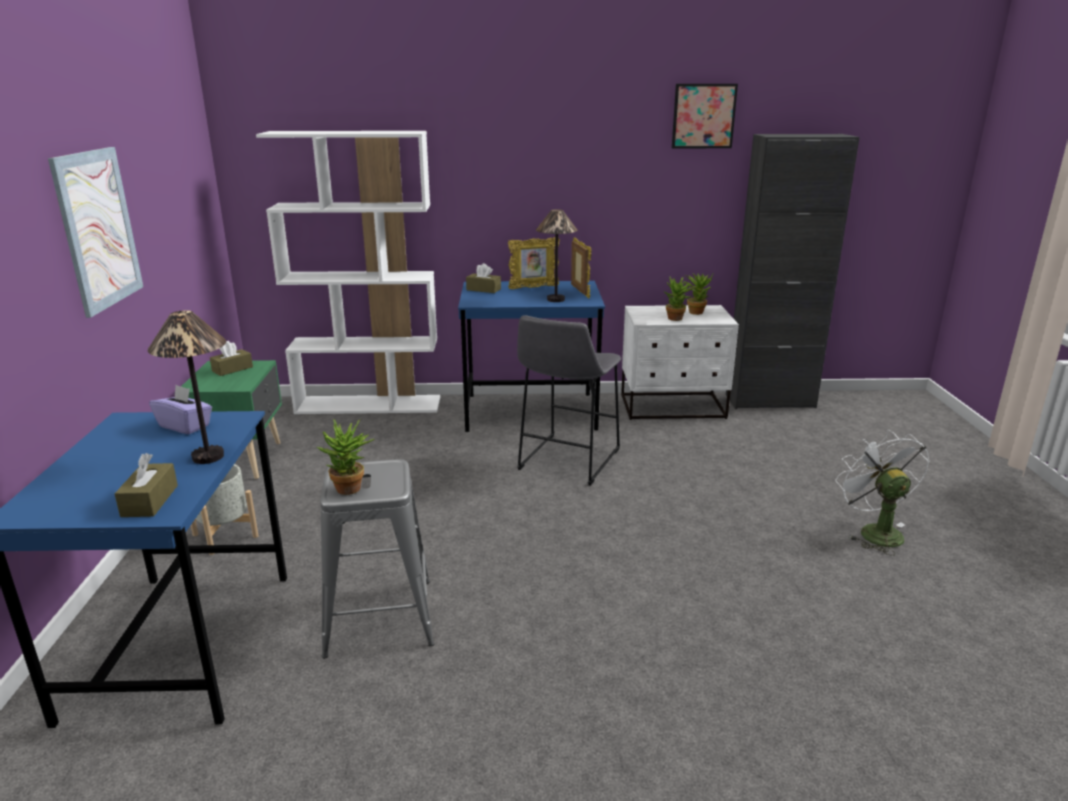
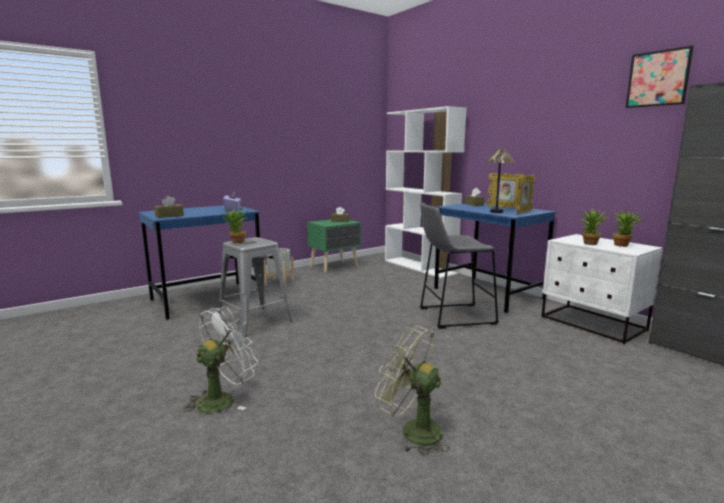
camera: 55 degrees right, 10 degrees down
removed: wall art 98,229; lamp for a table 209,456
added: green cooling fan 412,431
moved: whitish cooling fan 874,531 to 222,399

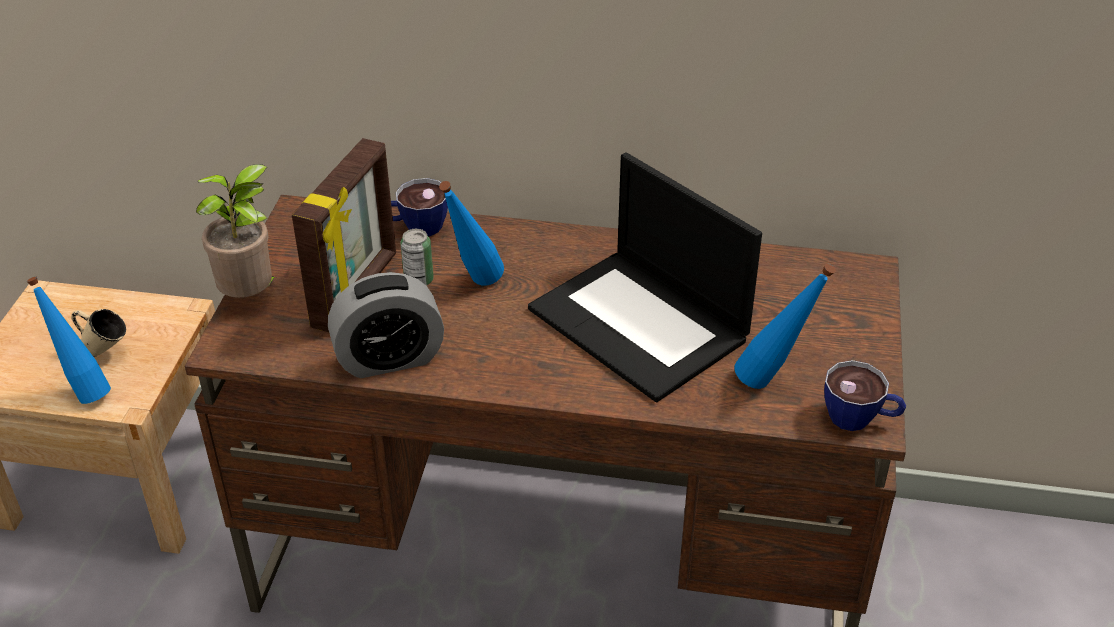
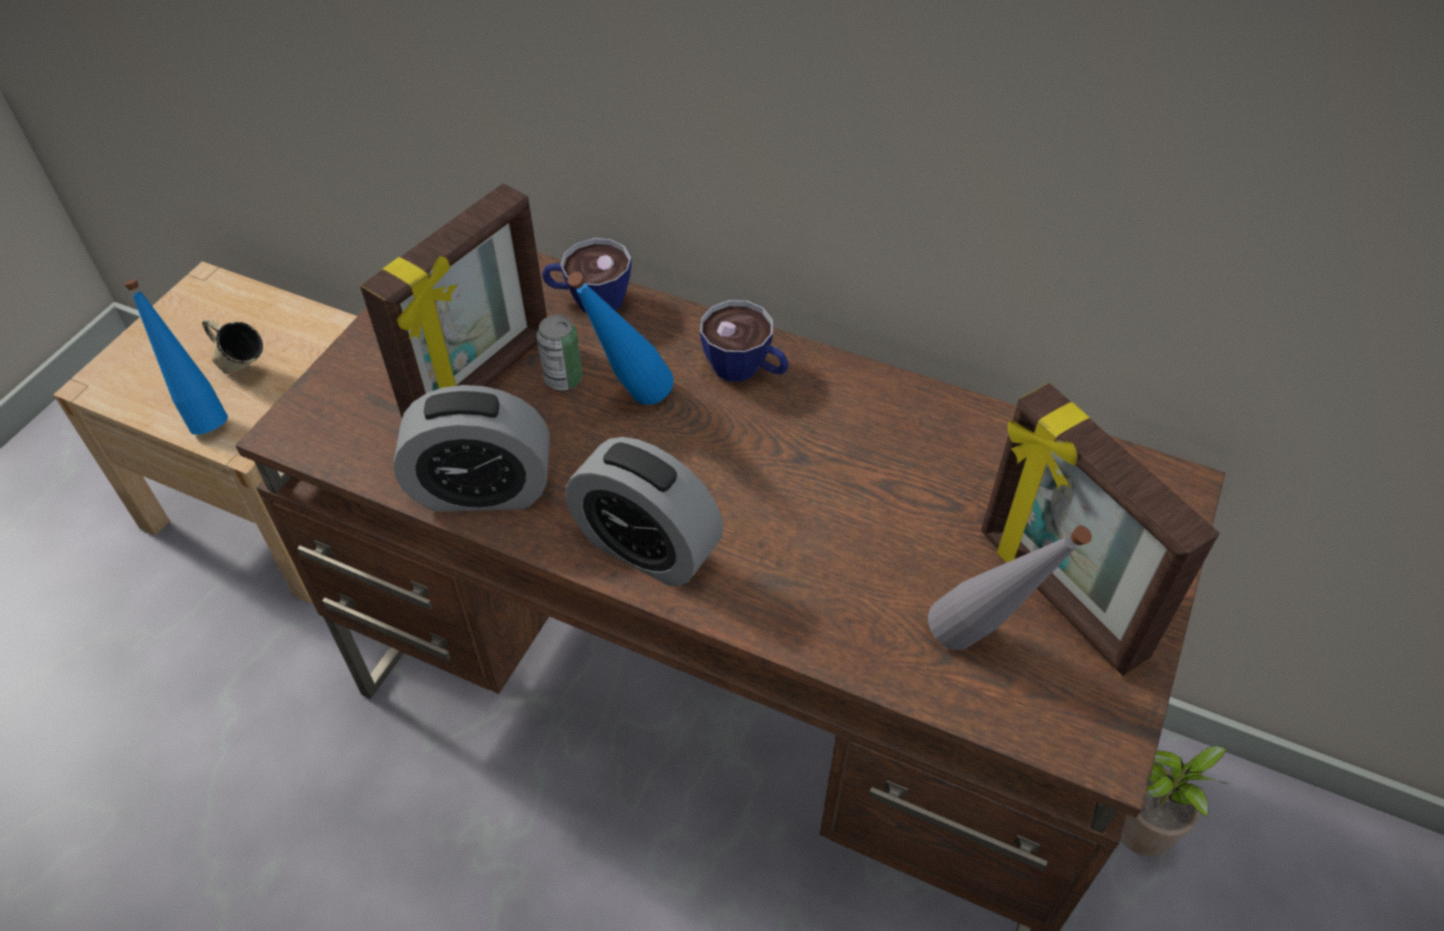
camera: 15 degrees right, 10 degrees up
removed: portable computer 641,324
added: table clock 646,547; standing frame 1058,595
moved: plant in a pot 252,297 to 1141,836; cup 860,419 to 746,370
recoloured: blue drink bottle 773,382 to gray drink bottle 981,643

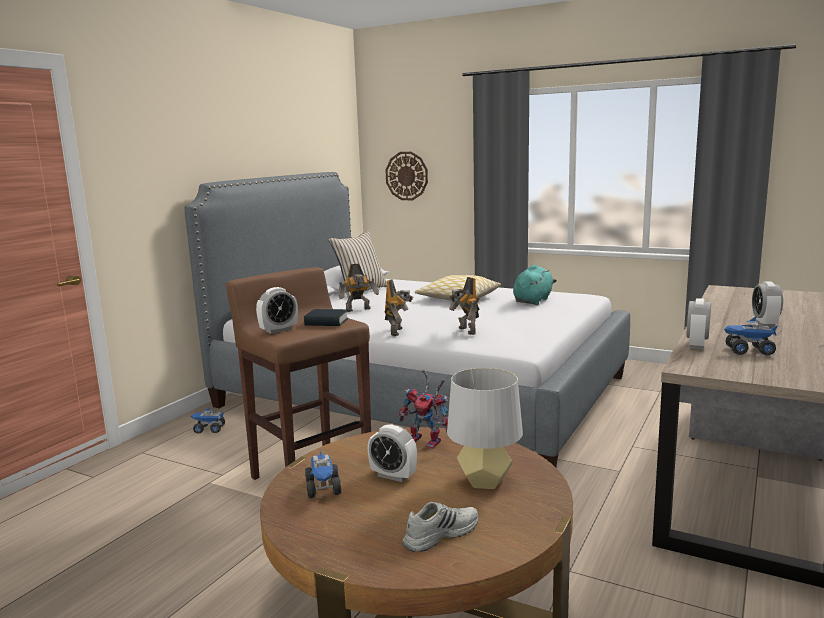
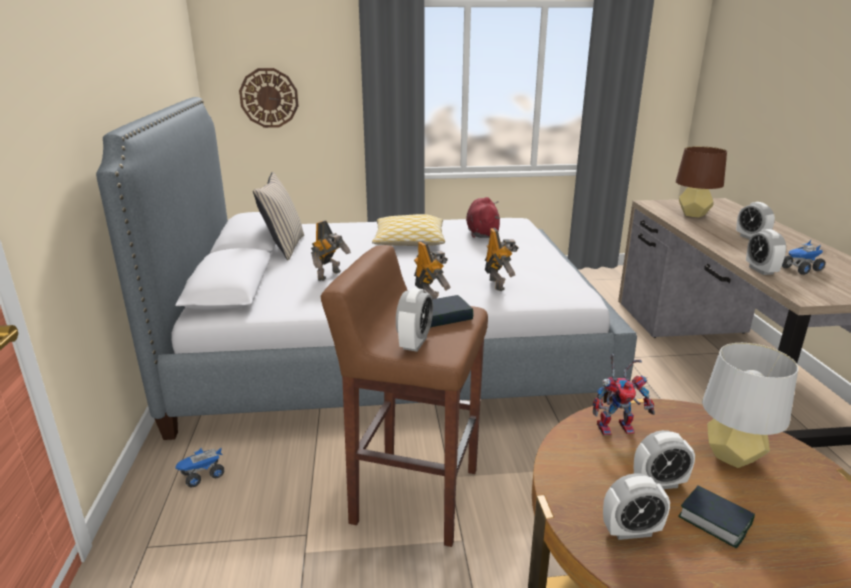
camera: 35 degrees left, 10 degrees up
removed: whitish item of footwear 440,534
added: brown-coloured lamp for a table 693,214; book 714,520
replaced: toy truck 324,489 to table clock 631,531
recoloured: turquoise-coloured cuddly toy 533,301 to red-coloured cuddly toy 482,233
turned: robot figure 465,331 = 498,284 135 degrees counterclockwise

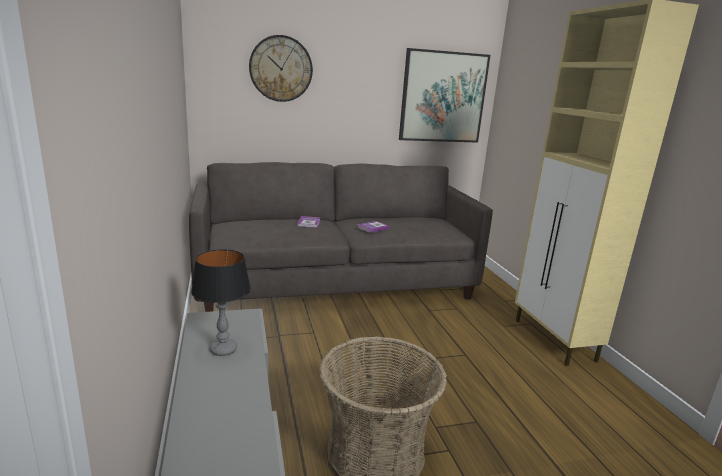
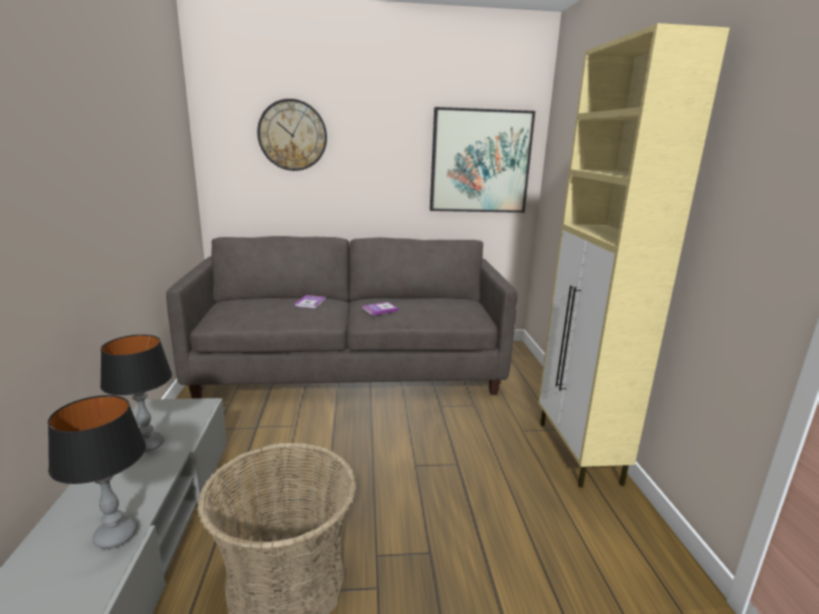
camera: 10 degrees right, 0 degrees up
added: lamp for a table 115,536

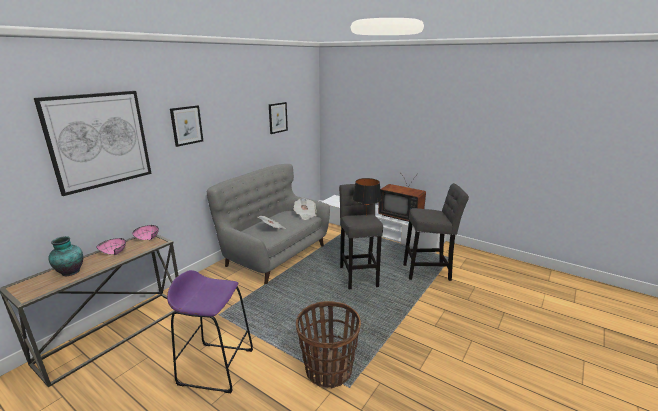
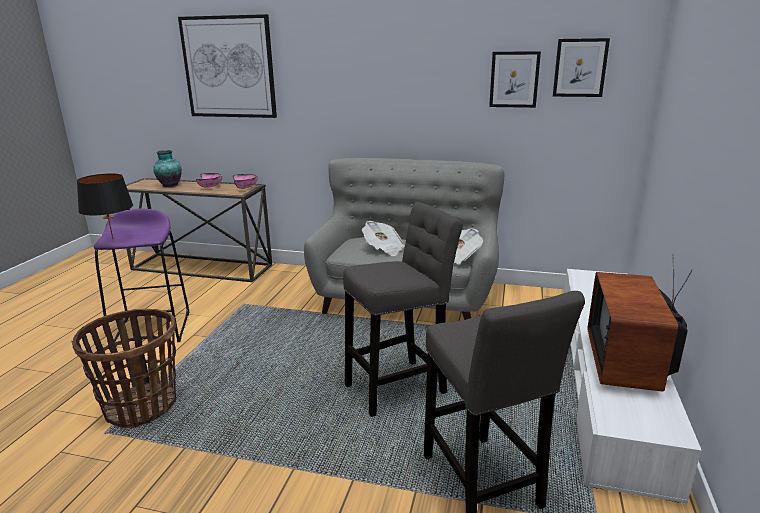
camera: 70 degrees right, 0 degrees up
moved: wall art 186,125 to 580,68; black-coloured lamp for a table 366,216 to 112,238

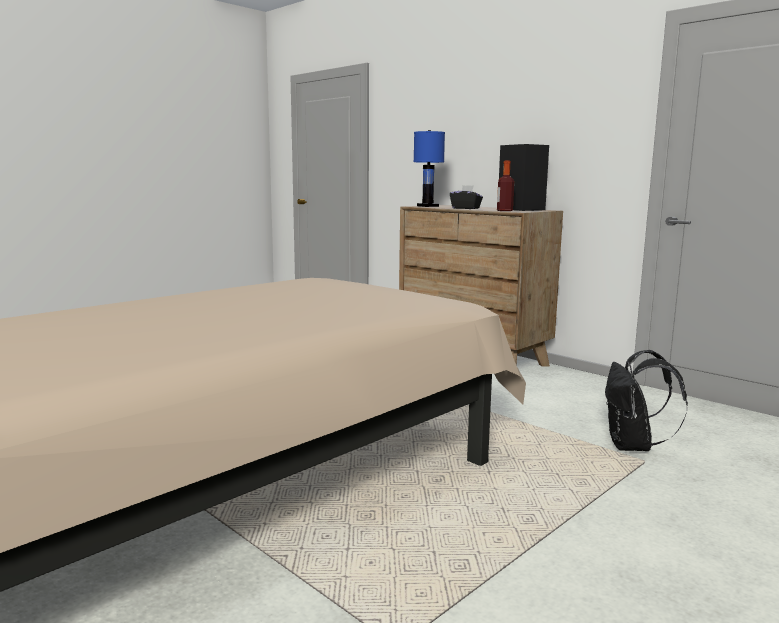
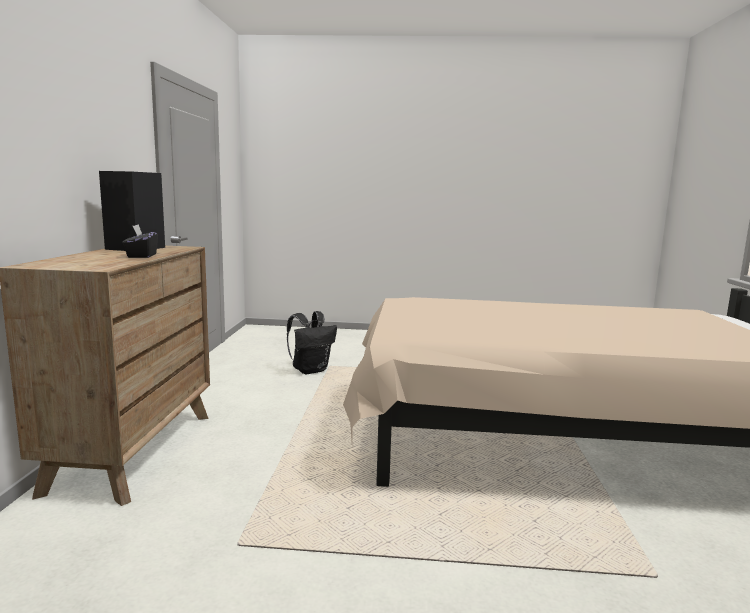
camera: 130 degrees left, 0 degrees up
removed: blue lamp for a table 427,206; drink bottle 504,211

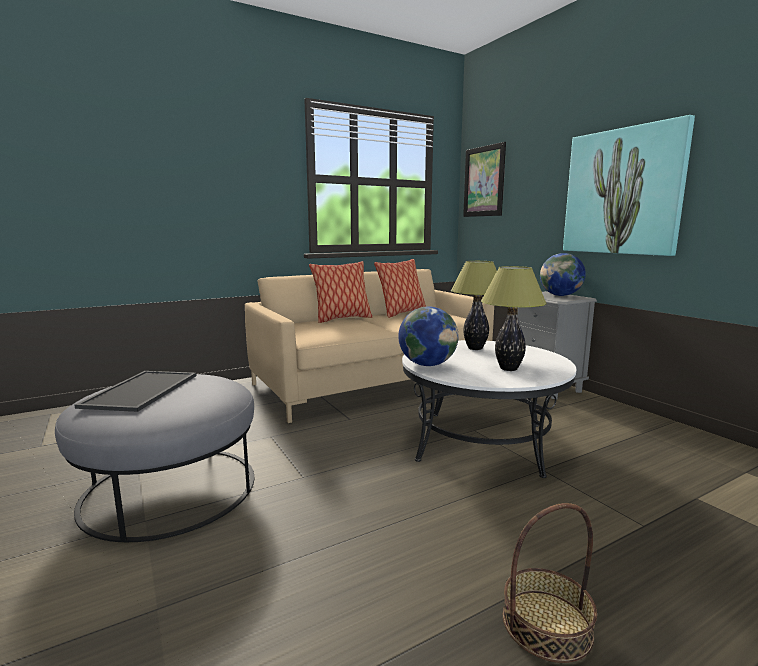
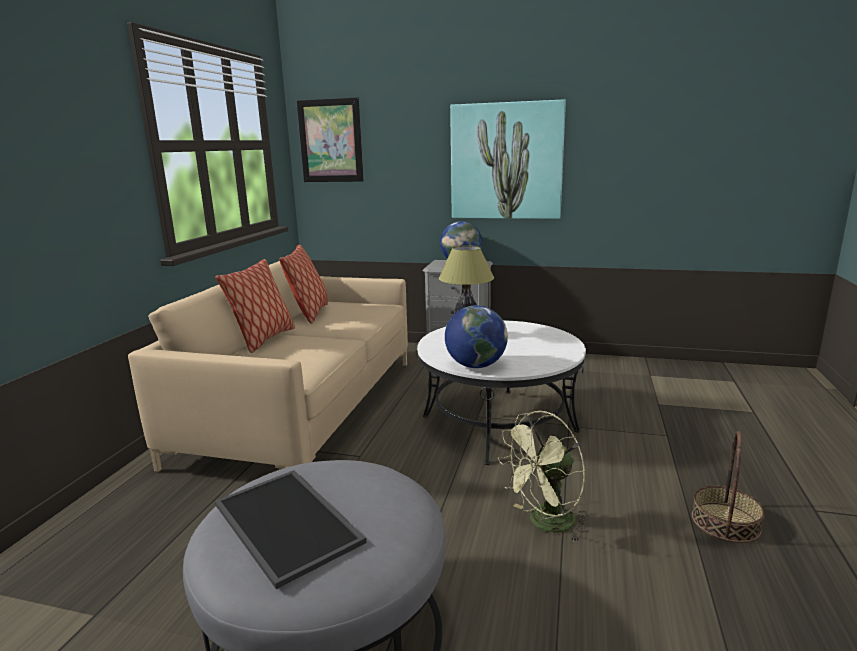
camera: 45 degrees left, 5 degrees up
removed: lamp for a table 508,369
added: green cooling fan 545,524

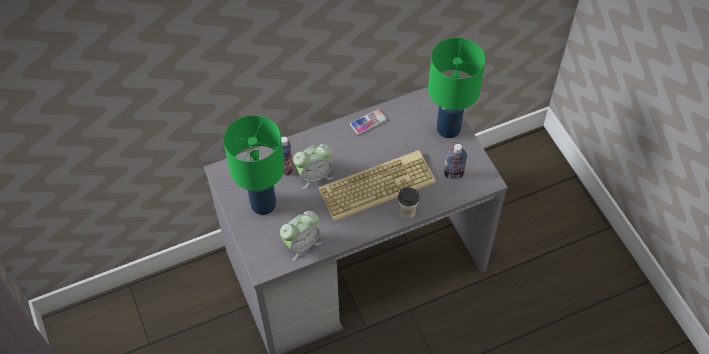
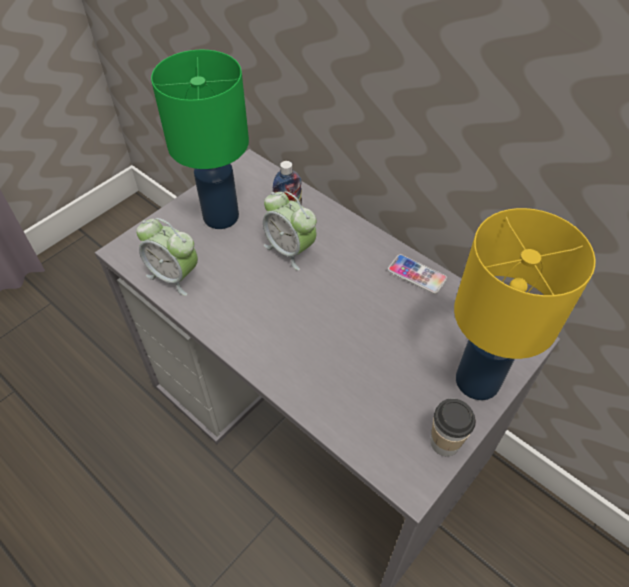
camera: 65 degrees right, 5 degrees down
removed: PC keyboard 377,184; drink bottle 453,174
moved: cup 407,212 to 444,442
recoloured: green lamp for a table 448,128 to yellow lamp for a table 478,379

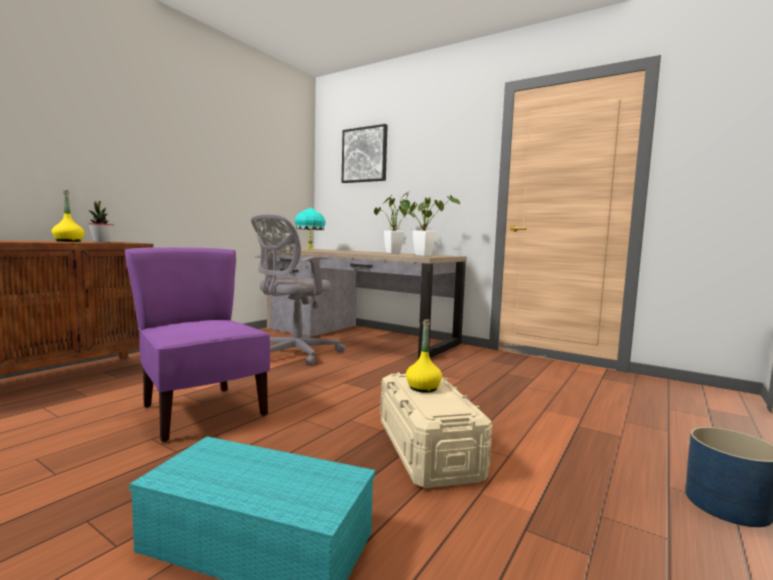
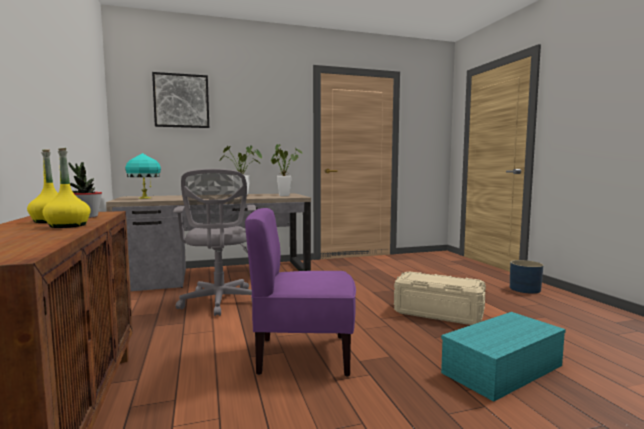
camera: 50 degrees left, 0 degrees up
moved: yellow drink bottle 423,388 to 68,226

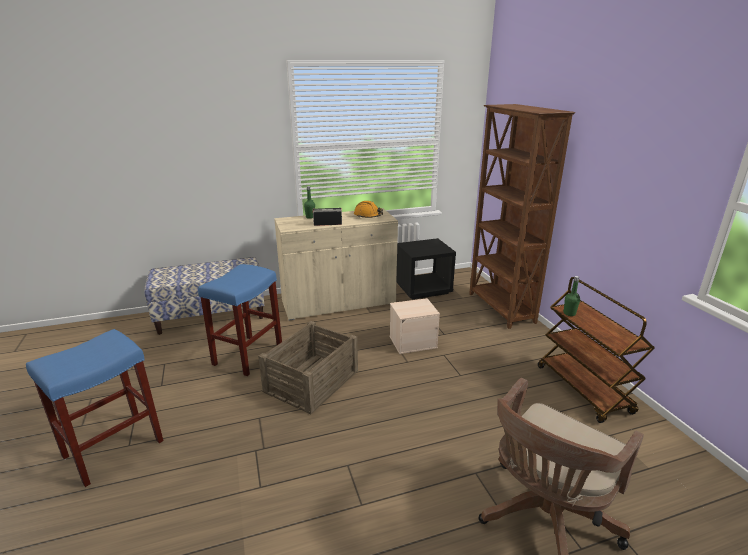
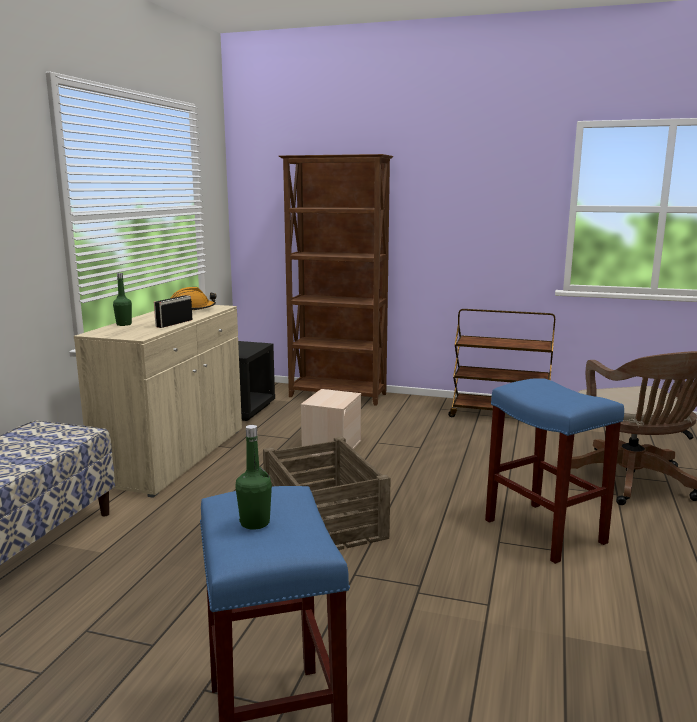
camera: 55 degrees left, 10 degrees down
moved: blue stool seat 248,356 to 546,532; green drink bottle 569,313 to 255,523

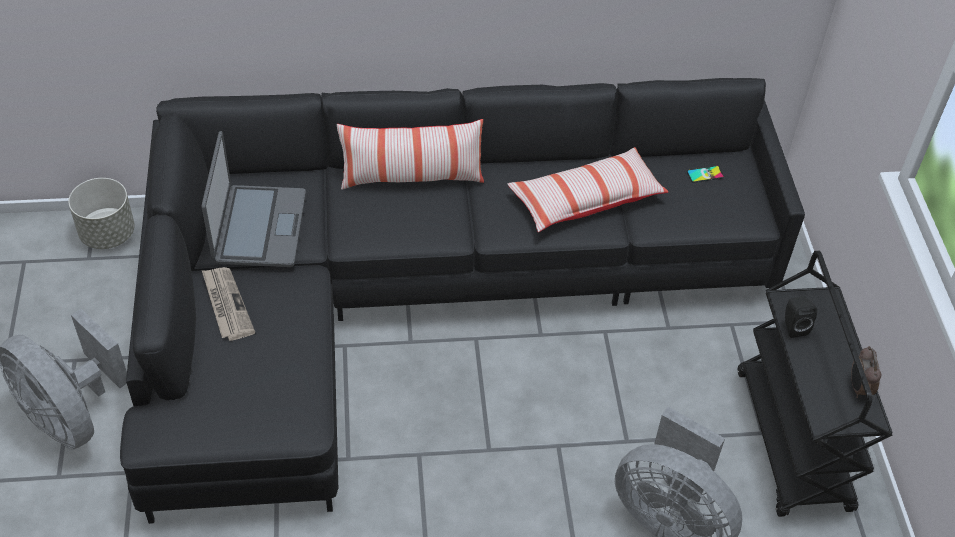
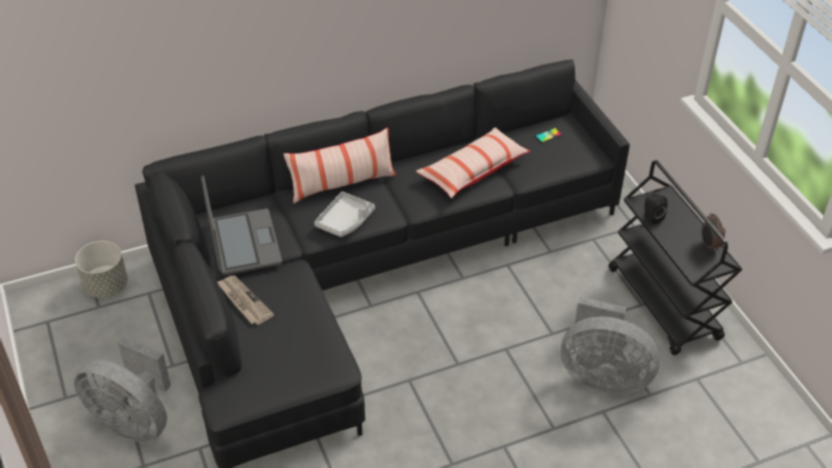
camera: 15 degrees left, 5 degrees down
added: gray serving tray 345,221

